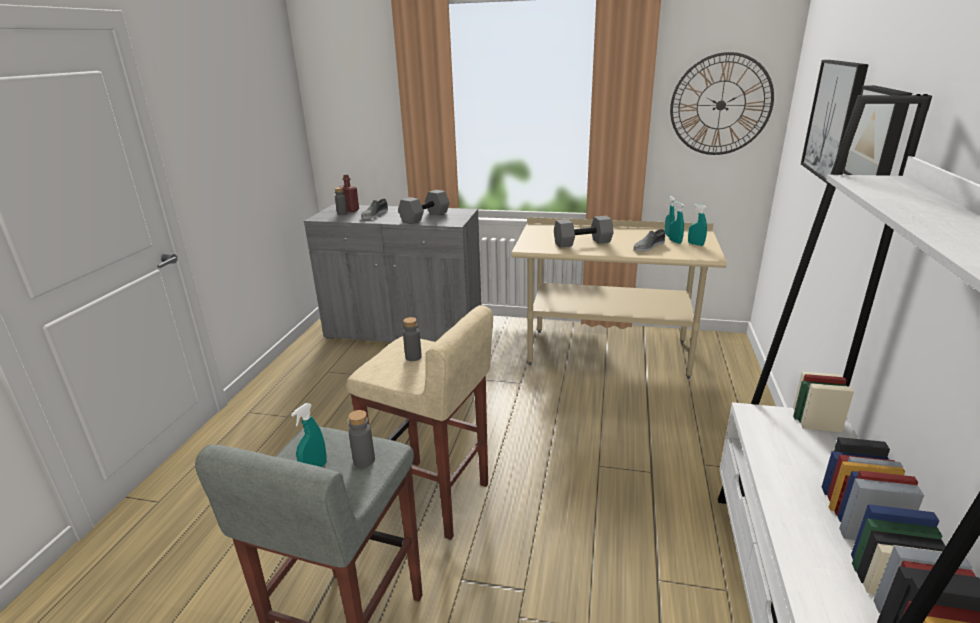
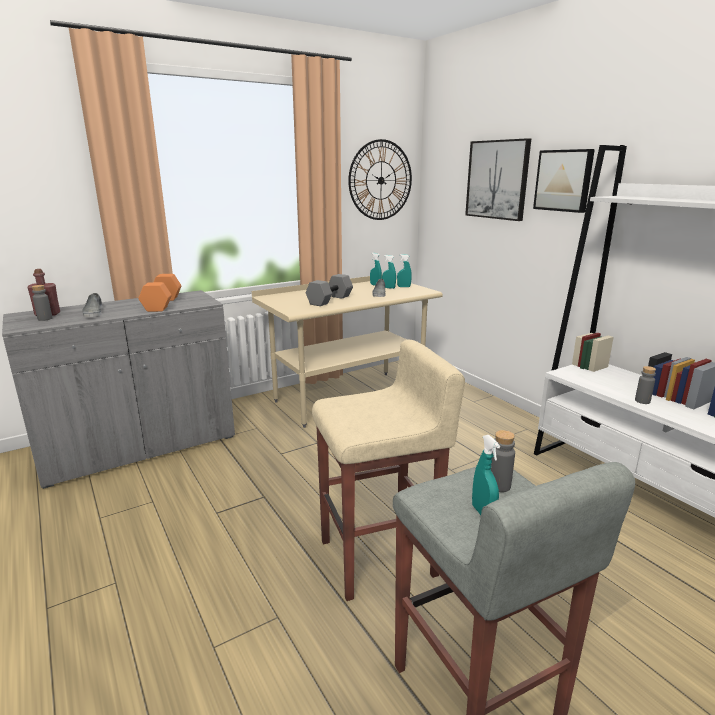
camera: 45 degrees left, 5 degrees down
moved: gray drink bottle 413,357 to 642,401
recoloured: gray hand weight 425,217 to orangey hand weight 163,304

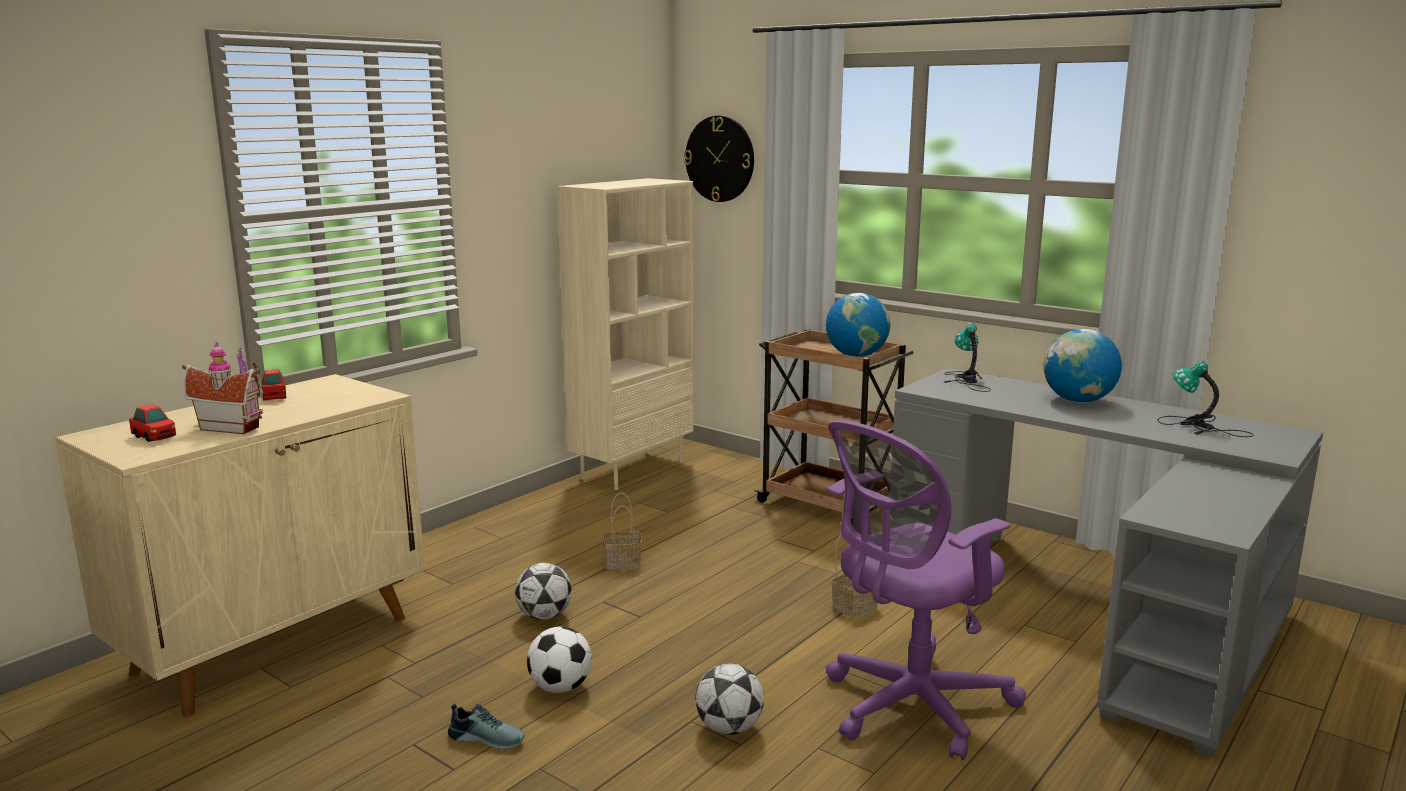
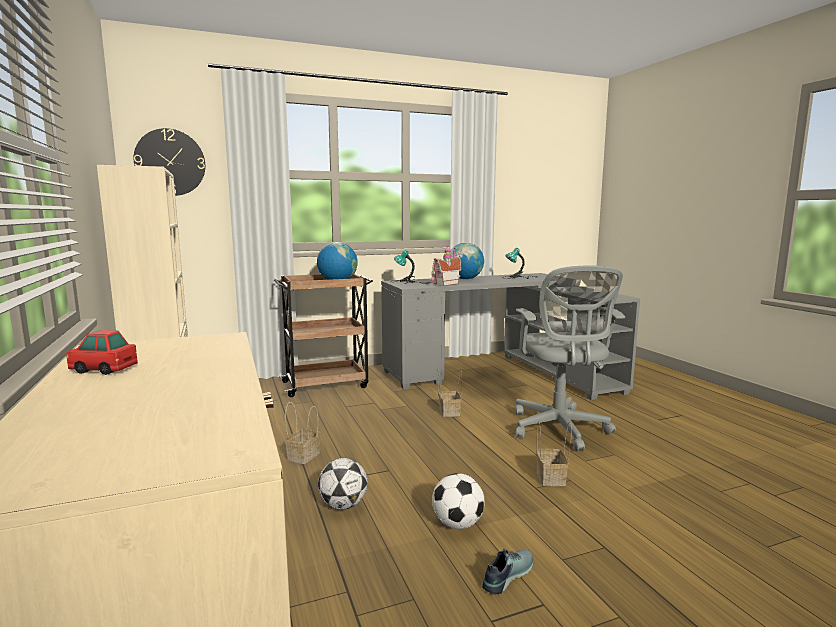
camera: 60 degrees left, 5 degrees down
removed: model car 154,437
moved: toy house 232,427 to 445,284
replaced: ball for football 729,728 to household basket 551,478
recoloured: purple desk chair 910,707 to gray desk chair 560,429

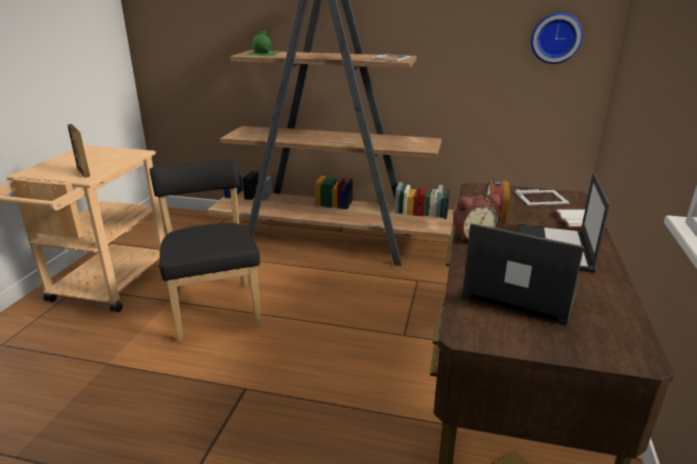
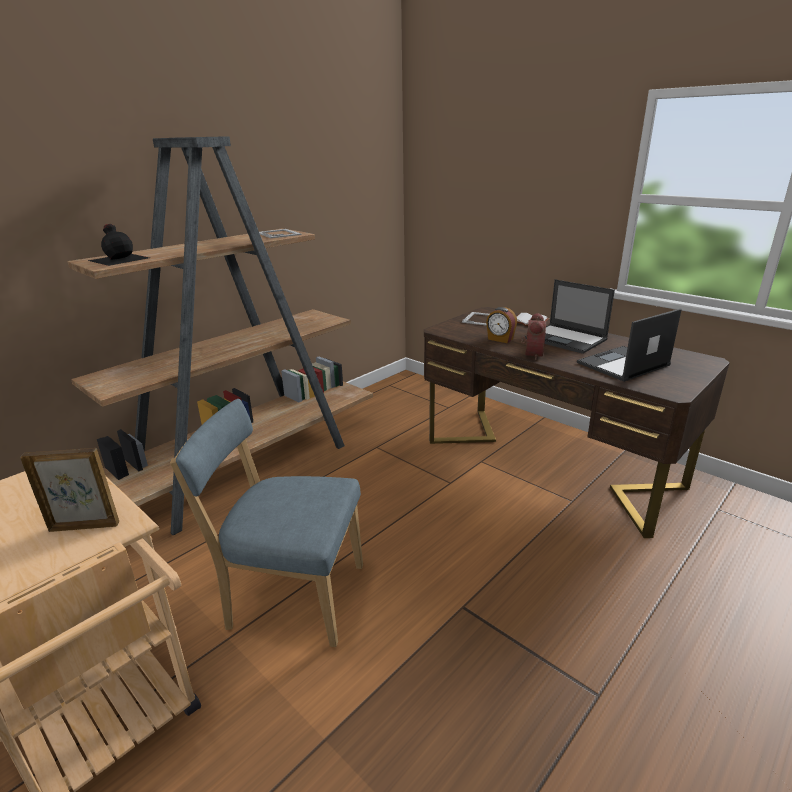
camera: 60 degrees left, 0 degrees up
removed: wall clock 555,38
recoloured: black-coloured plain chair 215,308 to blue plain chair 291,595; green drink bottle 263,53 to black-coloured drink bottle 119,259

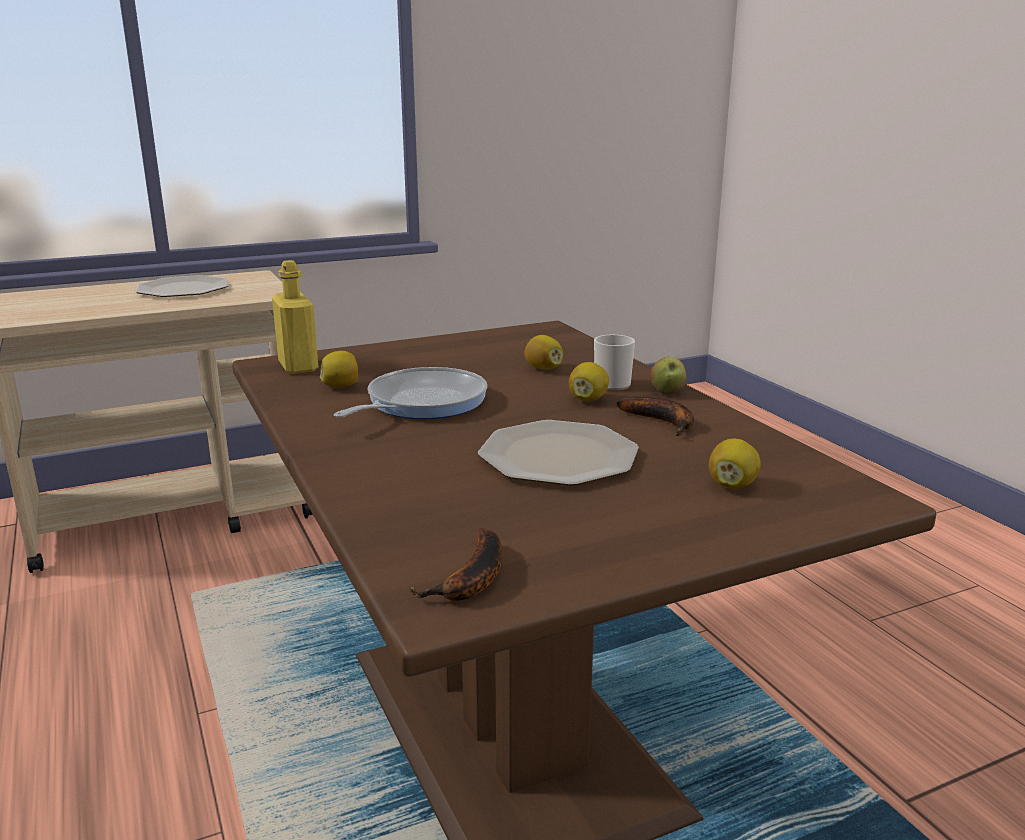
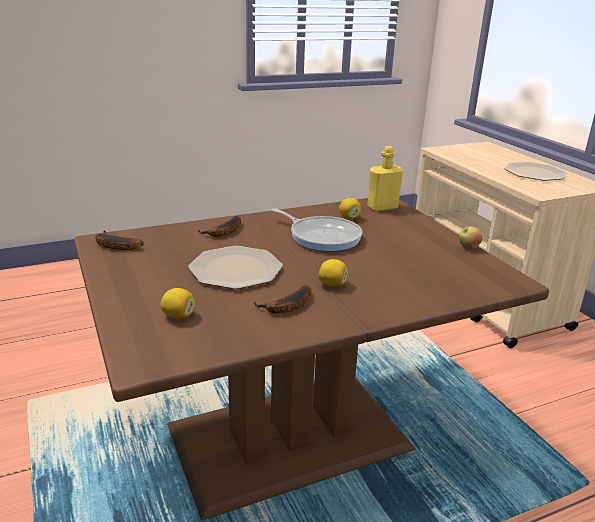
camera: 90 degrees right, 5 degrees up
removed: lemon 543,368; tea mug 615,383
added: whole banana 224,232
moved: whole apple 667,392 to 468,248

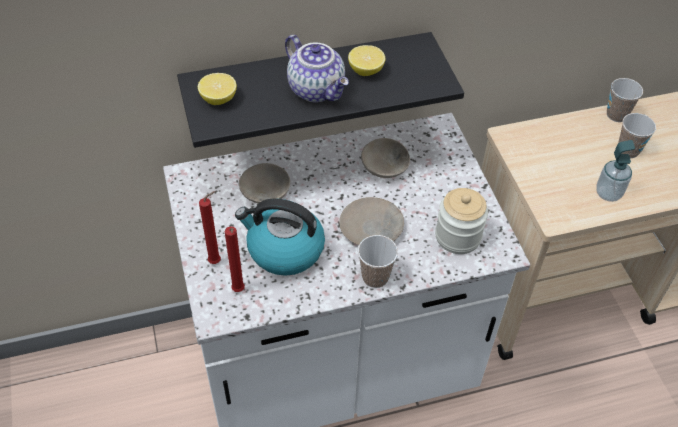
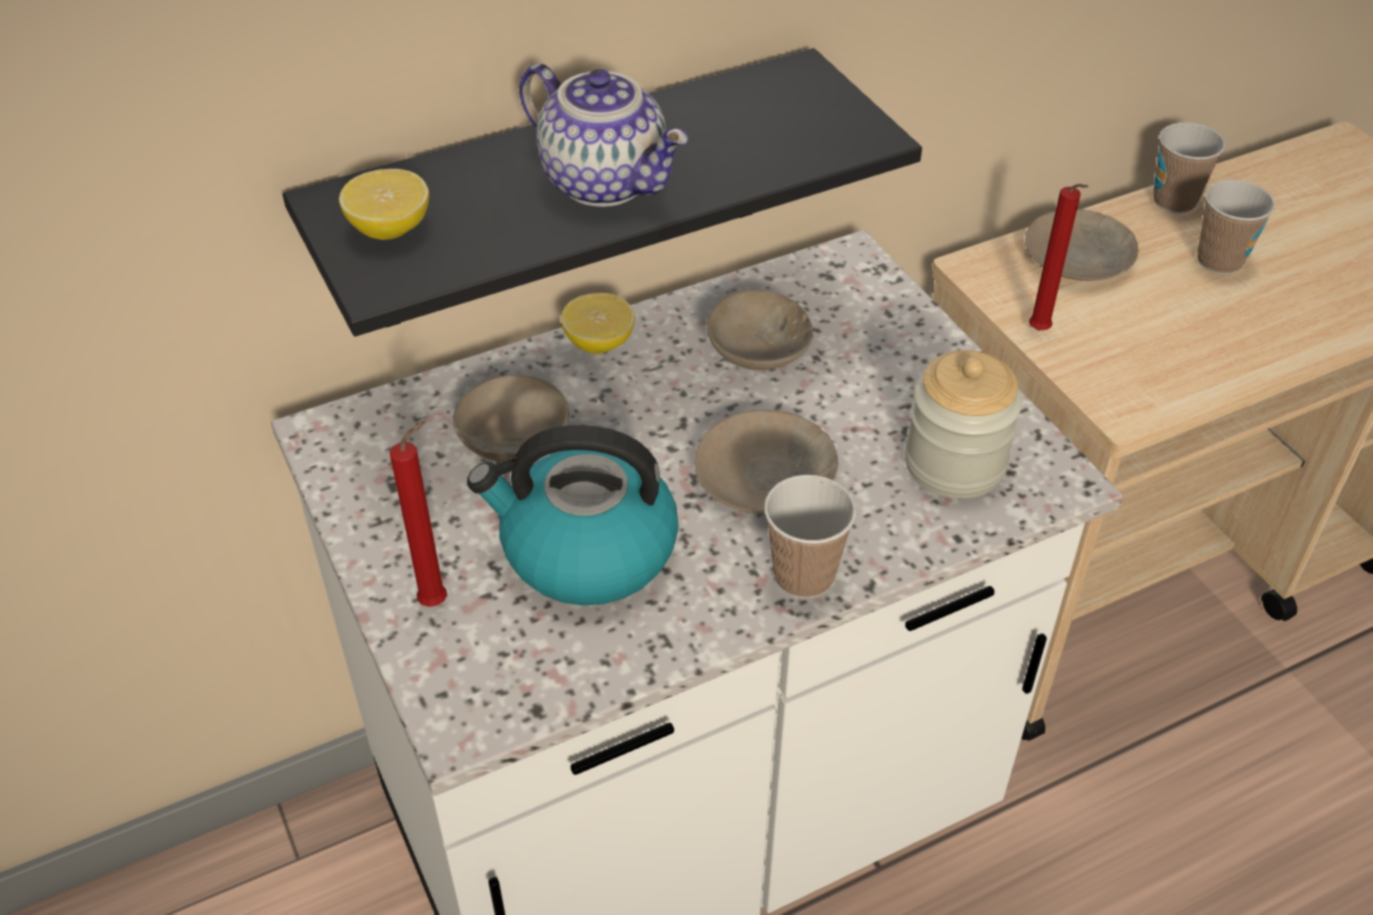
camera: 10 degrees left, 5 degrees down
removed: soap dispenser 608,193
added: beige-coloured plate 1079,257
moved: red-coloured candle 238,291 to 1041,332; lemon 366,70 to 599,342

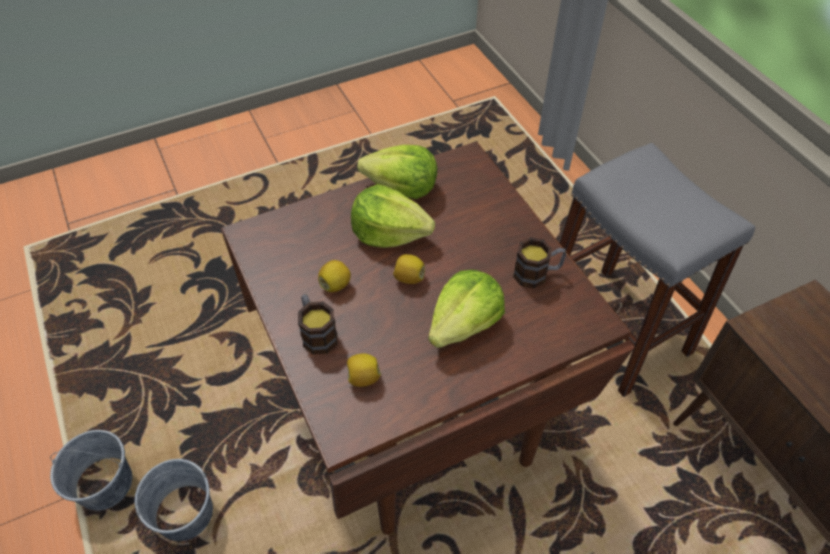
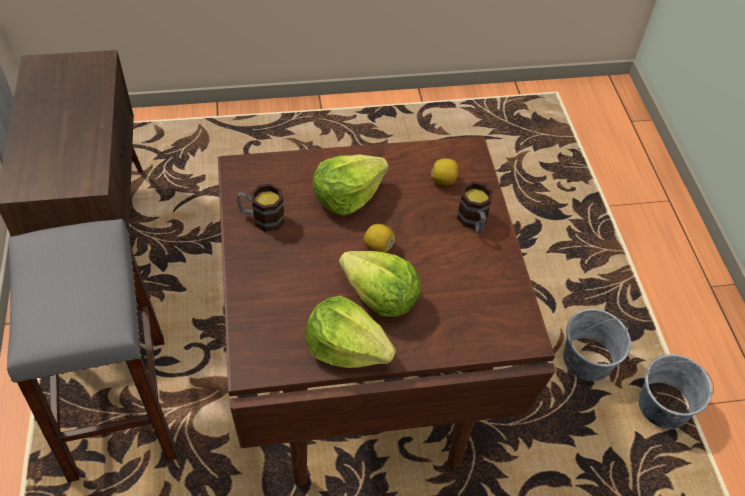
camera: 165 degrees left, 0 degrees up
removed: lemon 335,284

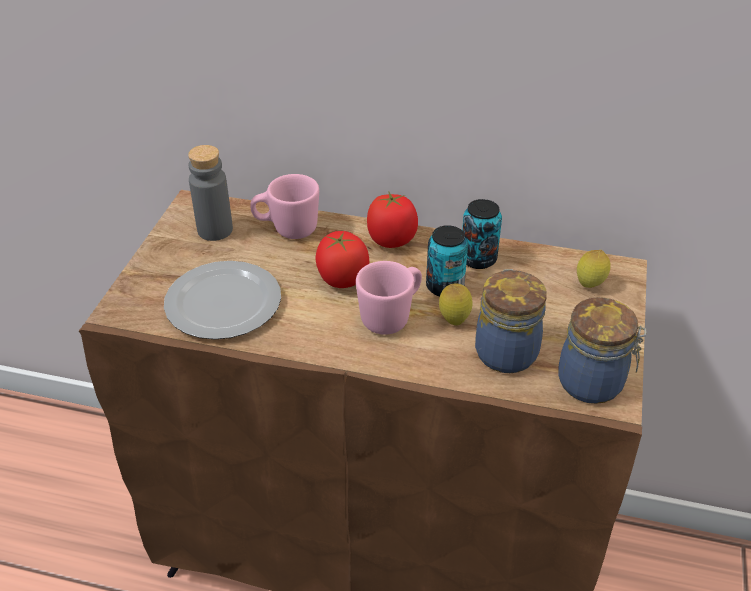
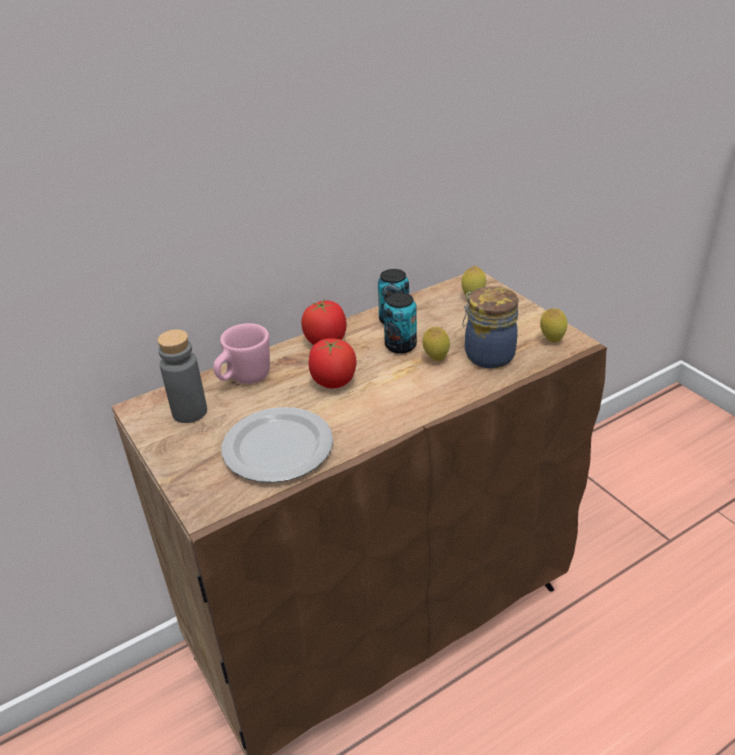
camera: 45 degrees left, 5 degrees down
removed: pink-coloured tea mug 391,317
replaced: storage jar 593,383 to lemon 551,340

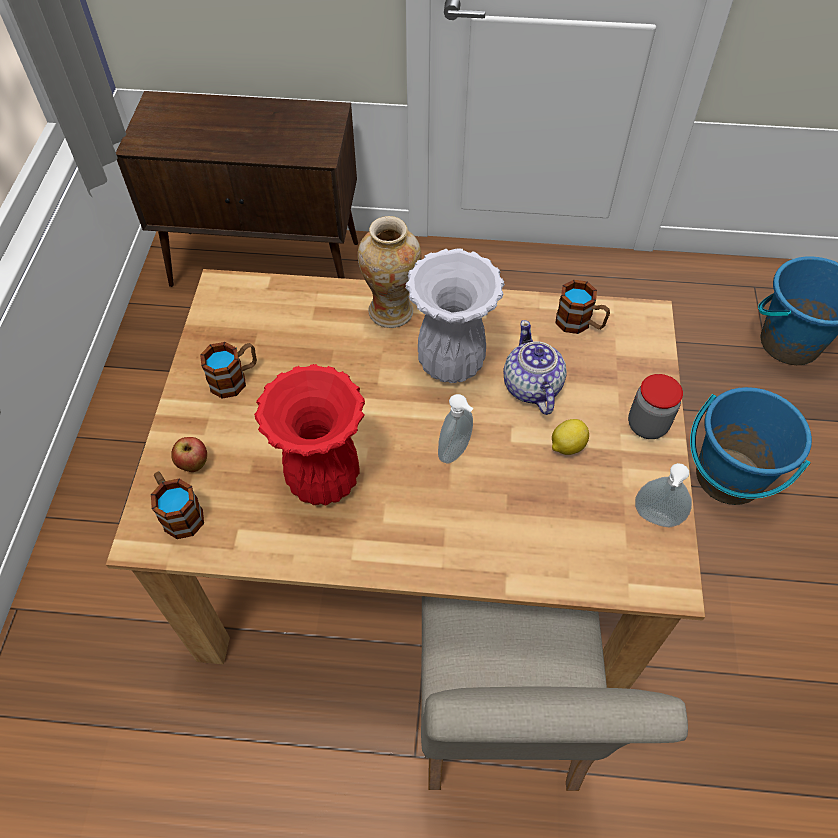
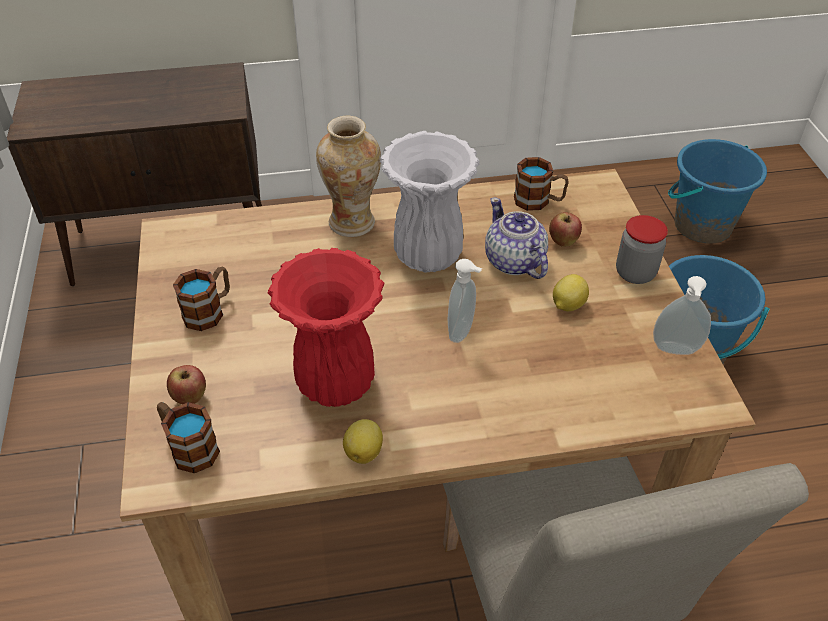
camera: 15 degrees left, 10 degrees down
added: lemon 364,451; whole apple 563,243

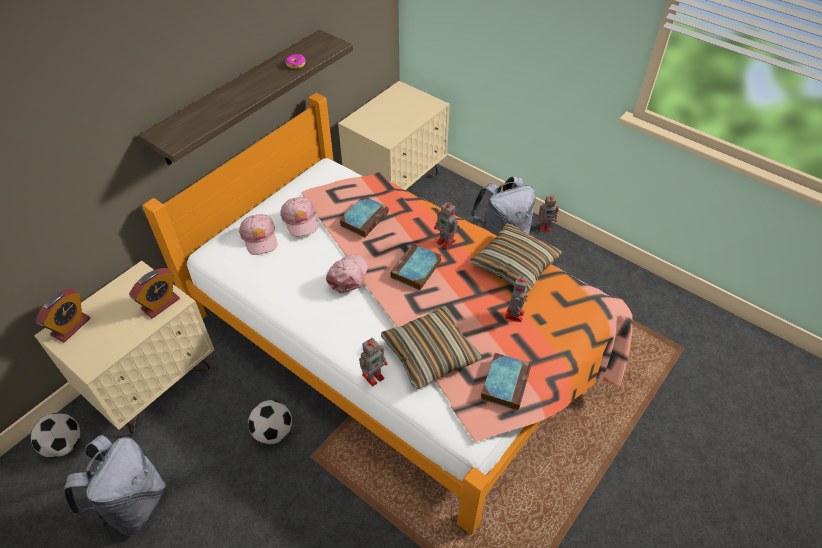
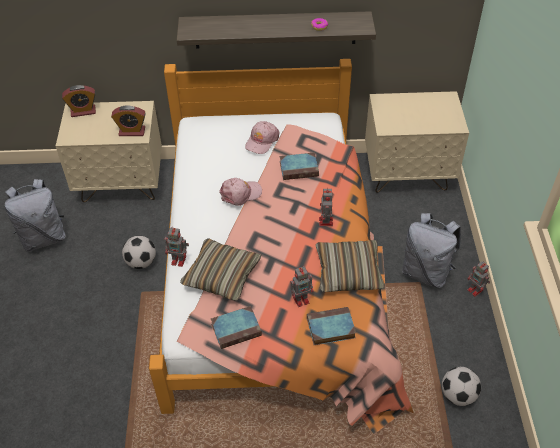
camera: 50 degrees right, 0 degrees up
removed: pink-coloured baseball cap 259,238
moved: ball for football 64,445 to 458,395; book 416,270 to 330,328

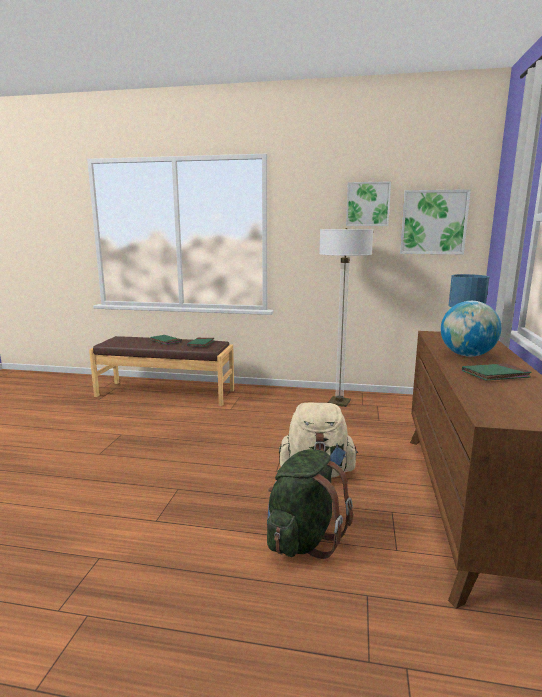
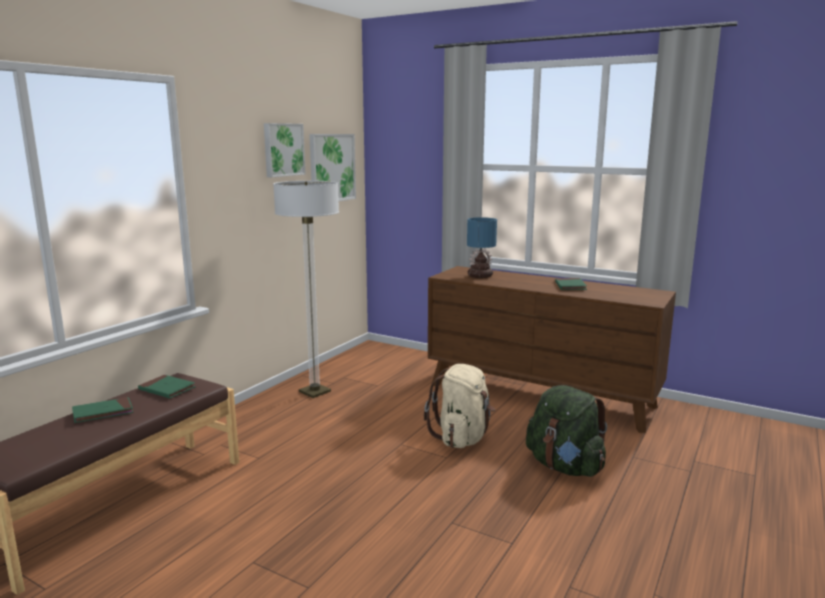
camera: 70 degrees left, 0 degrees up
removed: desk globe 467,355

